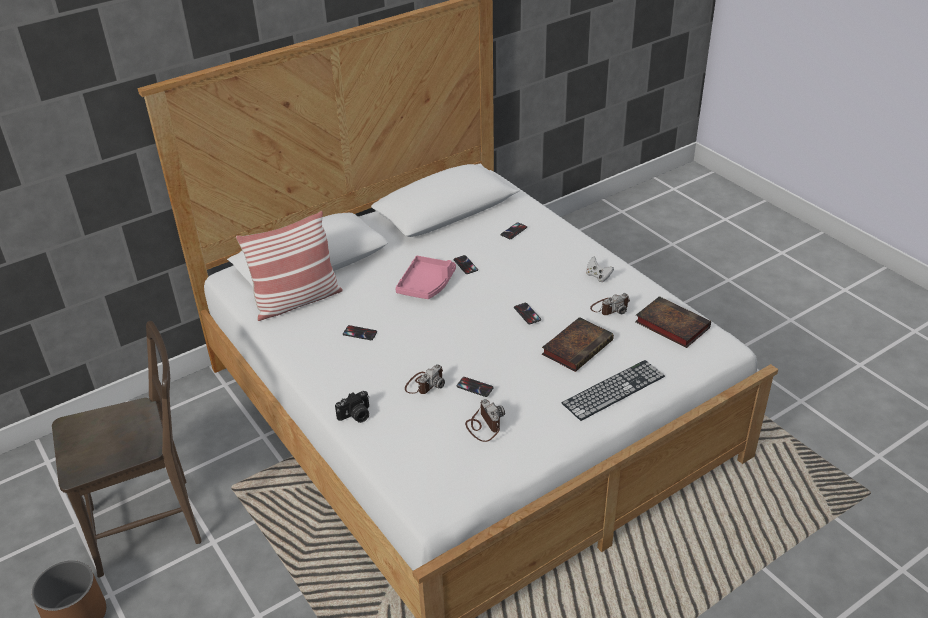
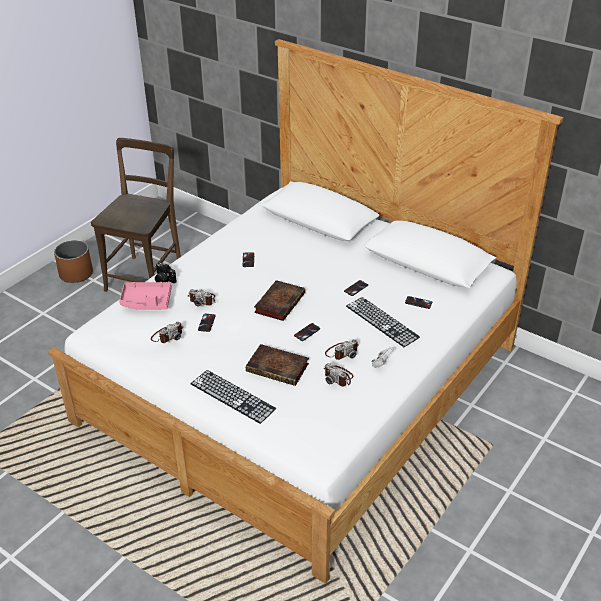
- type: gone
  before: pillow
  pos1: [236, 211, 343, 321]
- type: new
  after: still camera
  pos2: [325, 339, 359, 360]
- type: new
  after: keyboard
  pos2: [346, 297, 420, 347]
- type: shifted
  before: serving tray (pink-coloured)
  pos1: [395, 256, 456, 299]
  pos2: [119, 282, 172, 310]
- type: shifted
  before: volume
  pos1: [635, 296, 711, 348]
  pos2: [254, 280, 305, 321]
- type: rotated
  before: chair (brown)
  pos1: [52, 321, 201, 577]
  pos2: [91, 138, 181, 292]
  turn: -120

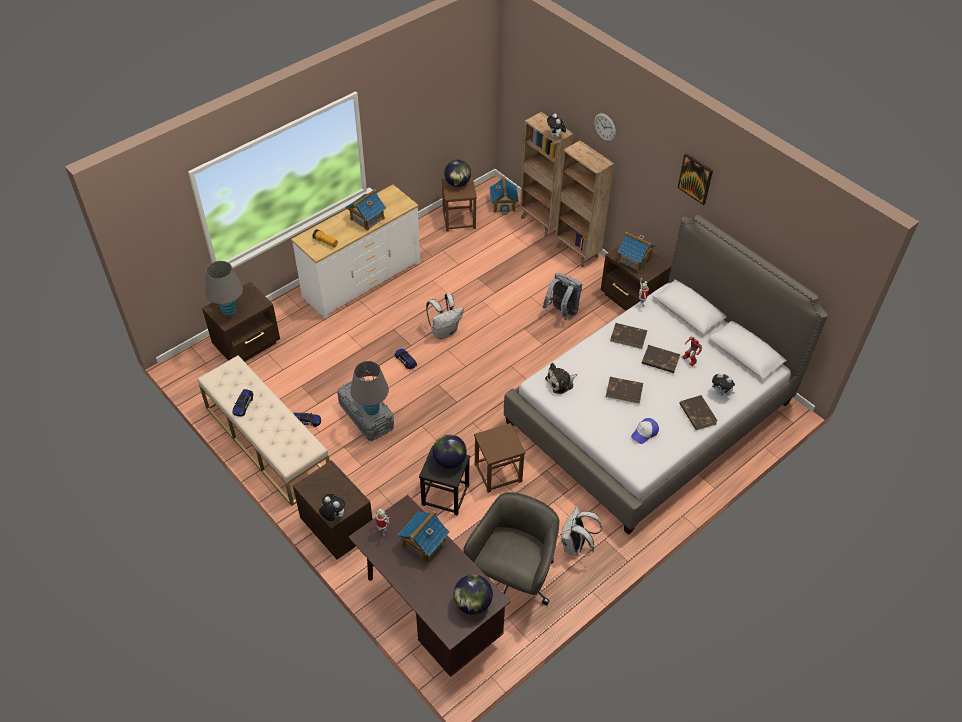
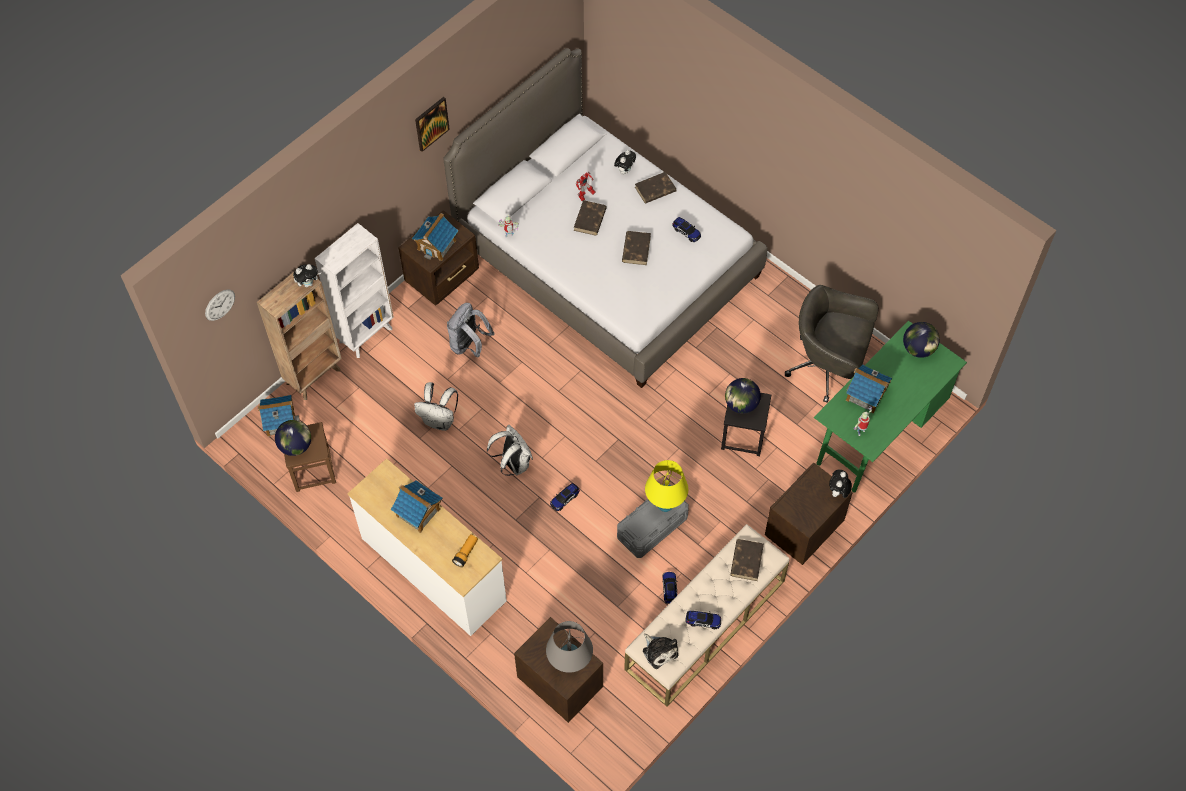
- type: gone
  before: sitting stool (brown)
  pos1: [474, 423, 525, 493]
- type: shifted
  before: cuddly toy
  pos1: [545, 363, 577, 394]
  pos2: [643, 634, 678, 669]
- type: shifted
  before: backpack (white-coloured)
  pos1: [561, 507, 602, 556]
  pos2: [414, 382, 458, 431]
- type: shifted
  before: wall clock
  pos1: [594, 113, 616, 142]
  pos2: [205, 289, 235, 321]
- type: shifted
  before: volume (brown)
  pos1: [610, 323, 647, 349]
  pos2: [730, 539, 764, 581]
- type: swapped
  before: baseball cap
  after: toy car
  pos1: [631, 418, 659, 444]
  pos2: [672, 217, 701, 242]
- type: repainted
  before: desk (brown)
  after: desk (greenish)
  pos1: [348, 495, 511, 677]
  pos2: [814, 321, 967, 493]
- type: repainted
  before: lamp for a table (gray)
  after: lamp for a table (yellow)
  pos1: [350, 361, 389, 415]
  pos2: [645, 460, 688, 512]
- type: repainted
  before: bookshelf (brown)
  after: bookshelf (white-coloured)
  pos1: [555, 141, 614, 267]
  pos2: [315, 223, 394, 358]

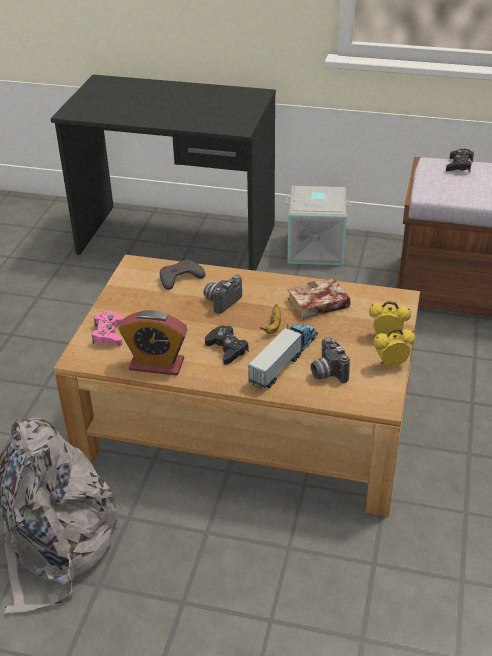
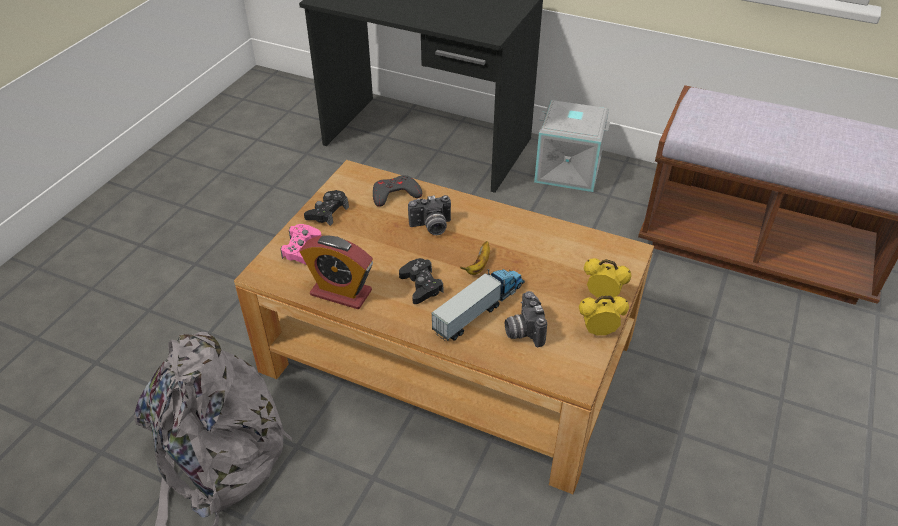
- type: gone
  before: volume
  pos1: [288, 278, 351, 319]
- type: shifted
  before: joypad (black-coloured)
  pos1: [446, 149, 474, 173]
  pos2: [304, 190, 349, 226]
- type: rotated
  before: still camera
  pos1: [204, 275, 242, 314]
  pos2: [408, 195, 451, 235]
  turn: -150

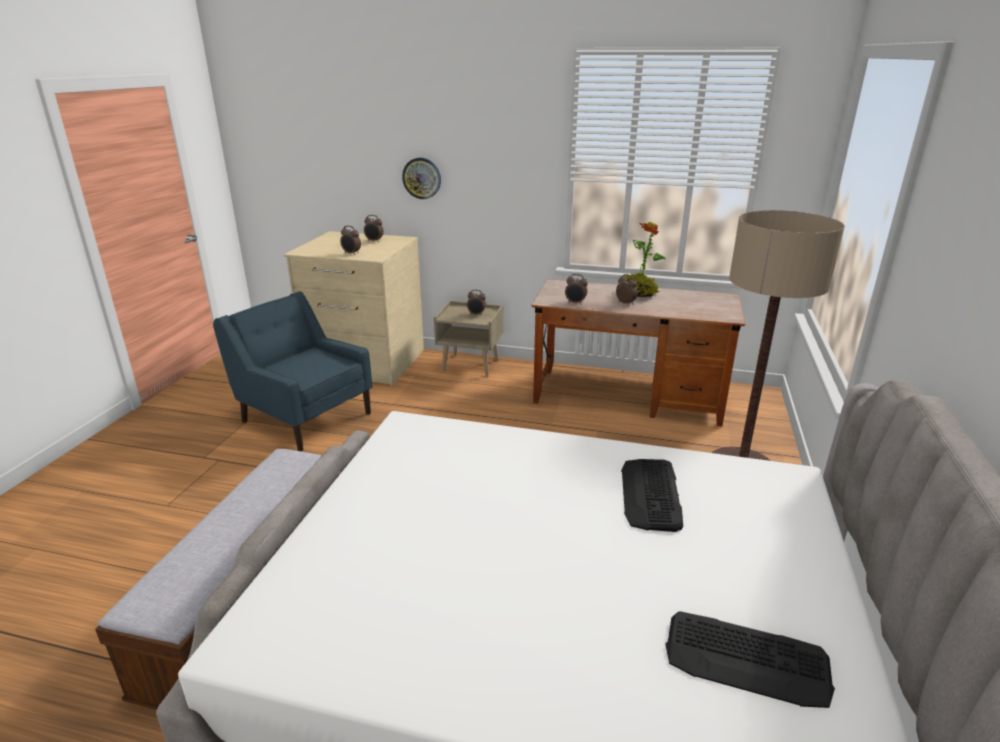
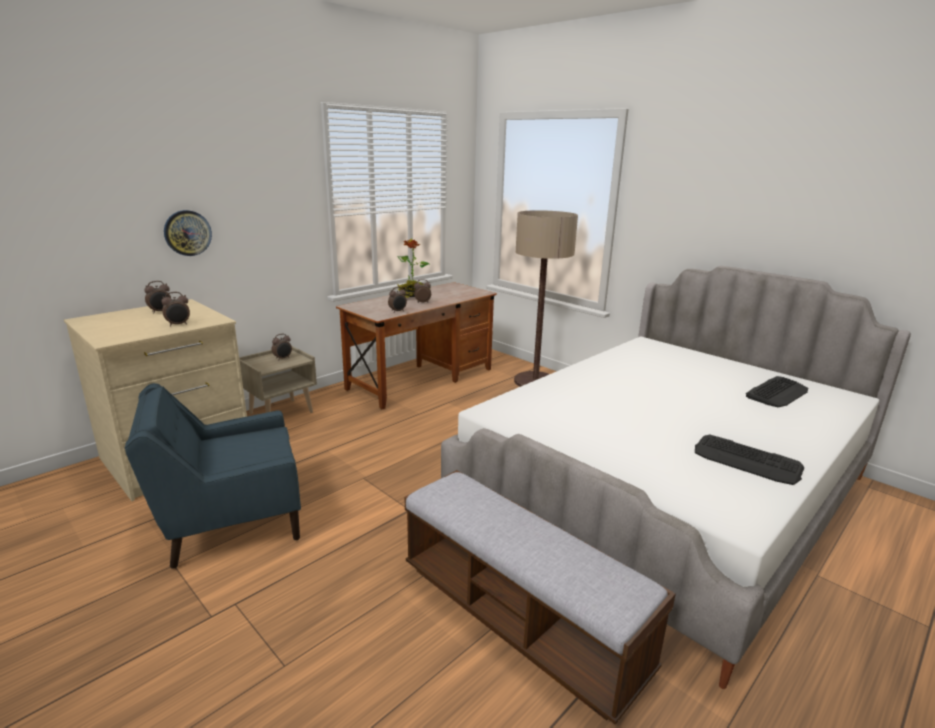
- type: shifted
  before: keyboard
  pos1: [621, 459, 683, 532]
  pos2: [695, 435, 805, 485]

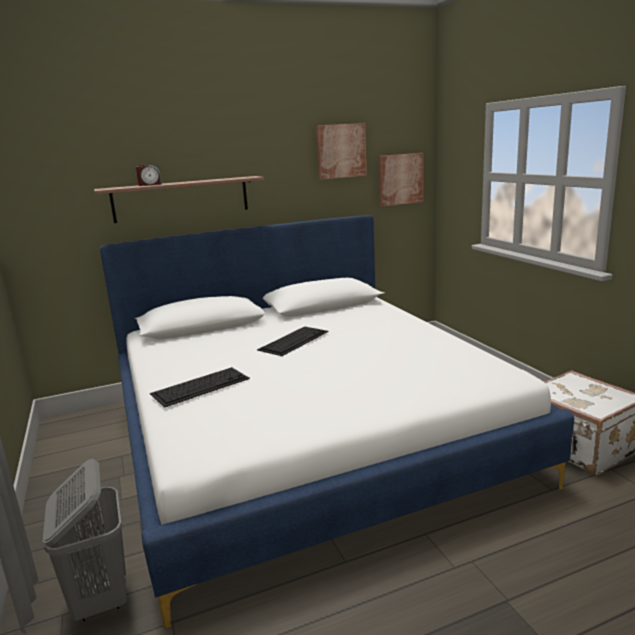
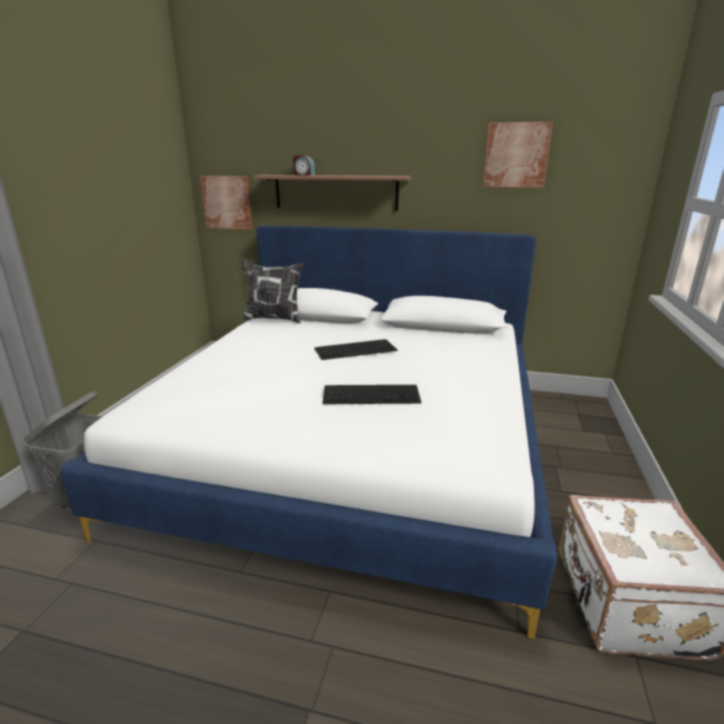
- type: new
  after: pillow
  pos2: [242, 258, 303, 323]
- type: shifted
  before: keyboard
  pos1: [150, 367, 250, 407]
  pos2: [322, 385, 421, 404]
- type: shifted
  before: wall art
  pos1: [378, 153, 424, 207]
  pos2: [200, 176, 253, 230]

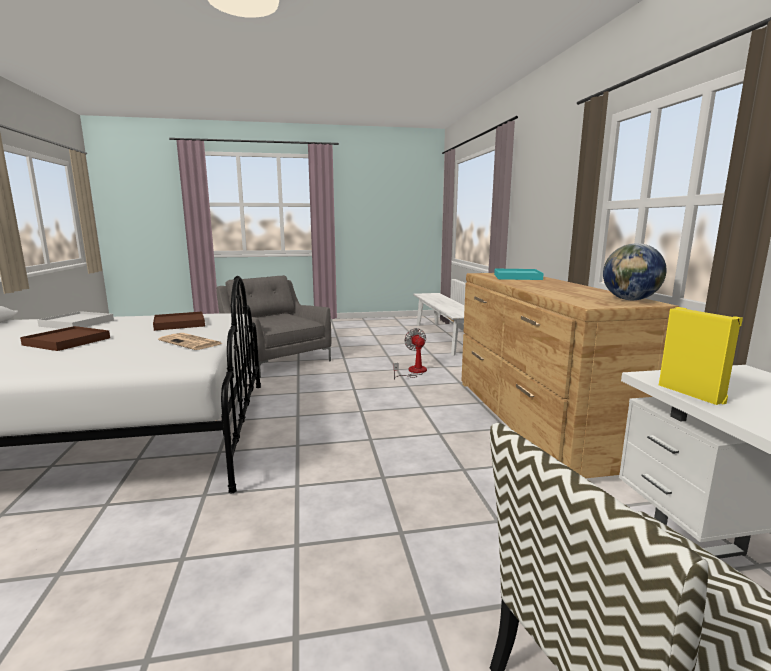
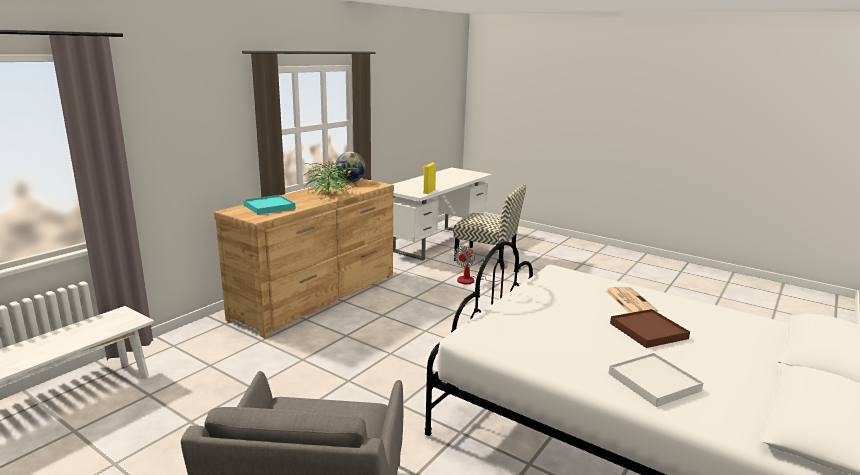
- type: gone
  before: serving tray (brown)
  pos1: [153, 312, 205, 331]
- type: new
  after: plant in a pot
  pos2: [302, 160, 360, 197]
- type: shifted
  before: newspaper
  pos1: [158, 333, 222, 350]
  pos2: [606, 287, 659, 313]
- type: shifted
  before: cooling fan
  pos1: [393, 328, 427, 380]
  pos2: [454, 246, 507, 284]

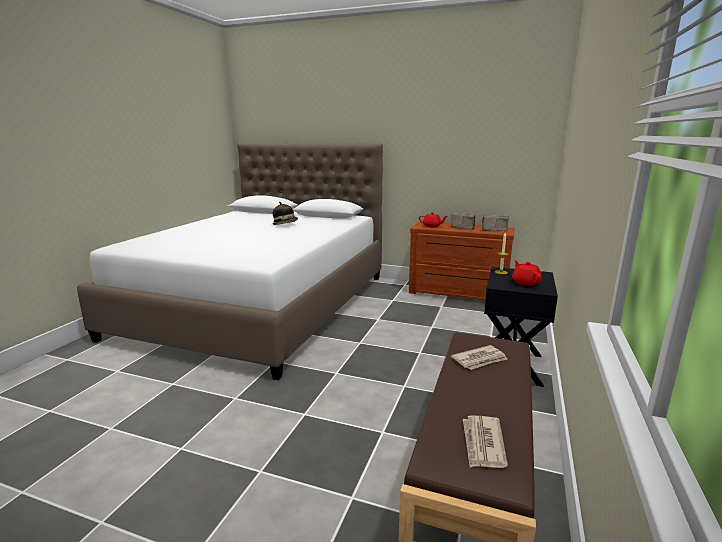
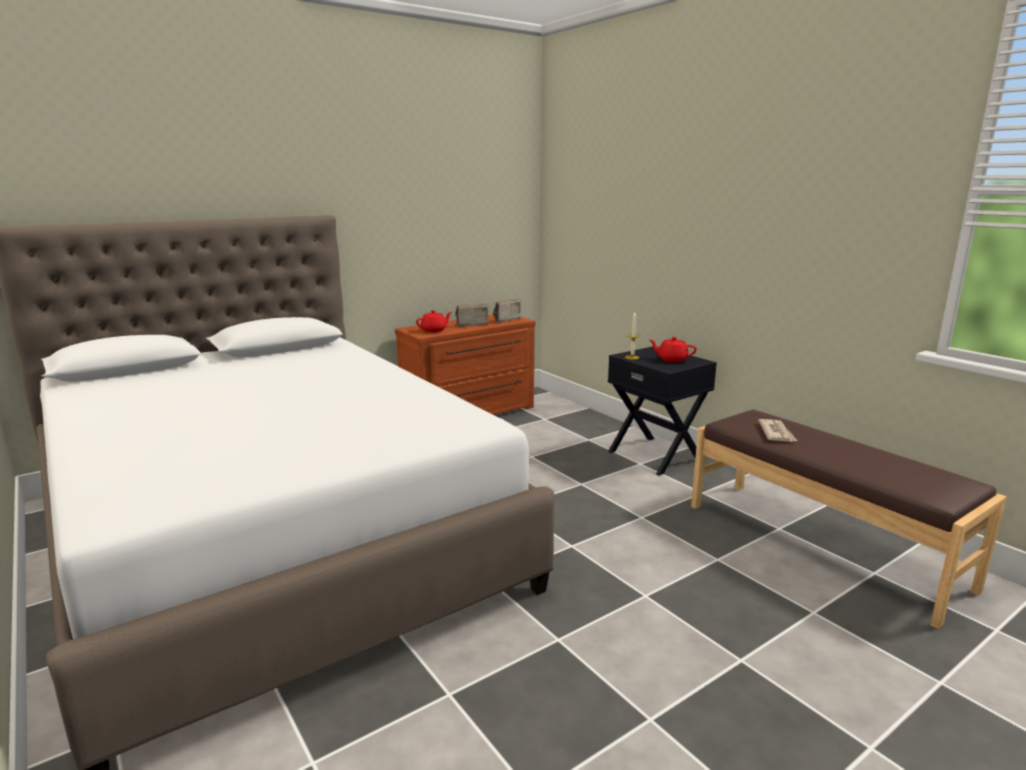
- type: gone
  before: clothing hat
  pos1: [273, 202, 298, 225]
- type: gone
  before: newspaper
  pos1: [463, 415, 508, 468]

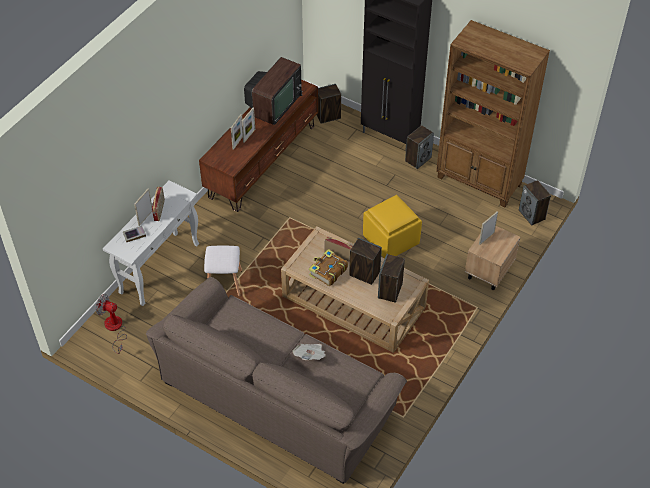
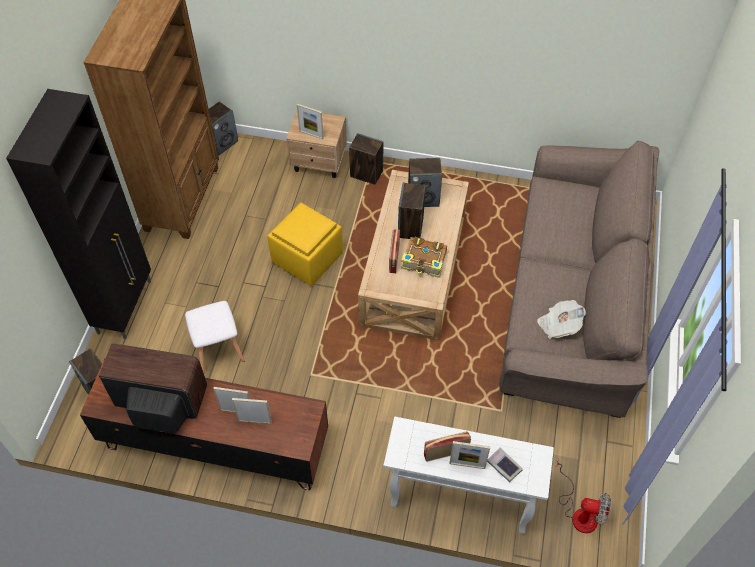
- type: shifted
  before: sitting stool (white-coloured)
  pos1: [204, 245, 242, 296]
  pos2: [185, 301, 245, 374]
- type: shifted
  before: newspaper
  pos1: [292, 344, 326, 360]
  pos2: [537, 300, 586, 339]
- type: shifted
  before: audio speaker
  pos1: [405, 125, 434, 169]
  pos2: [349, 133, 383, 185]
- type: rotated
  before: cooling fan
  pos1: [96, 294, 127, 354]
  pos2: [556, 459, 611, 533]
  turn: -75

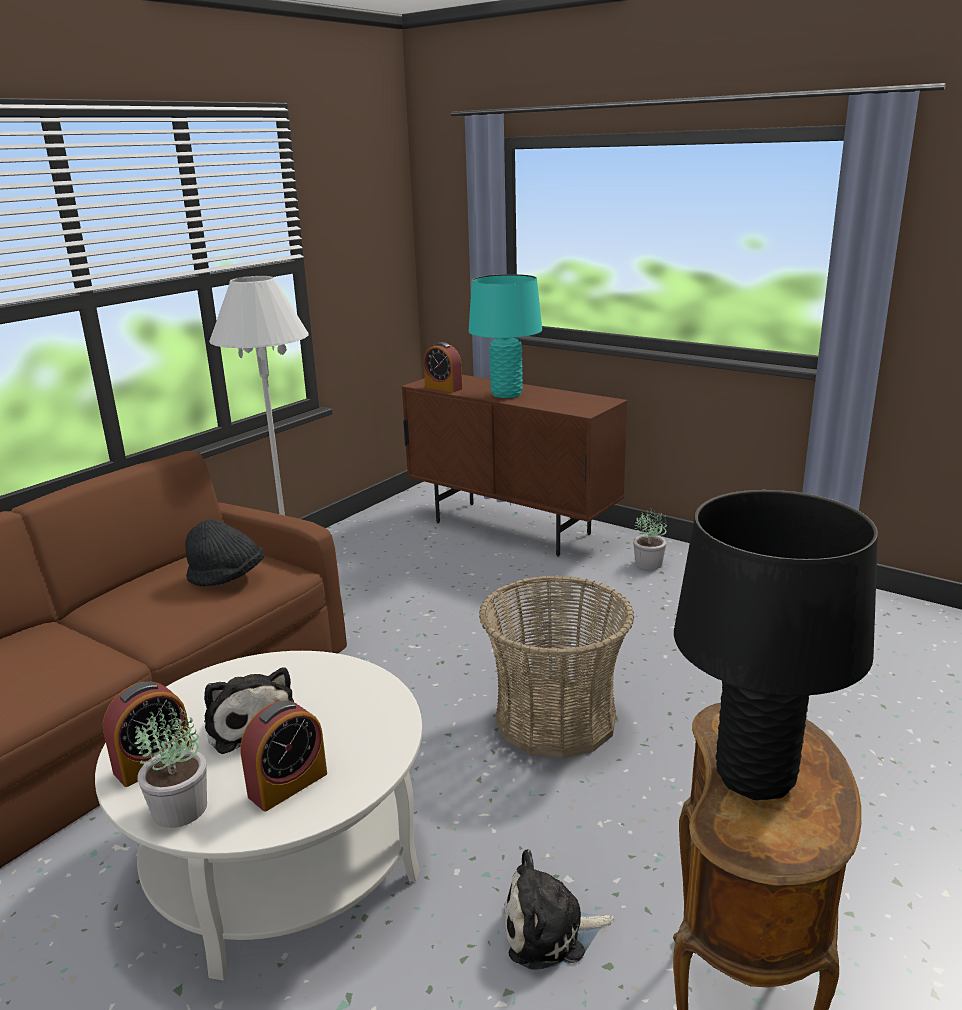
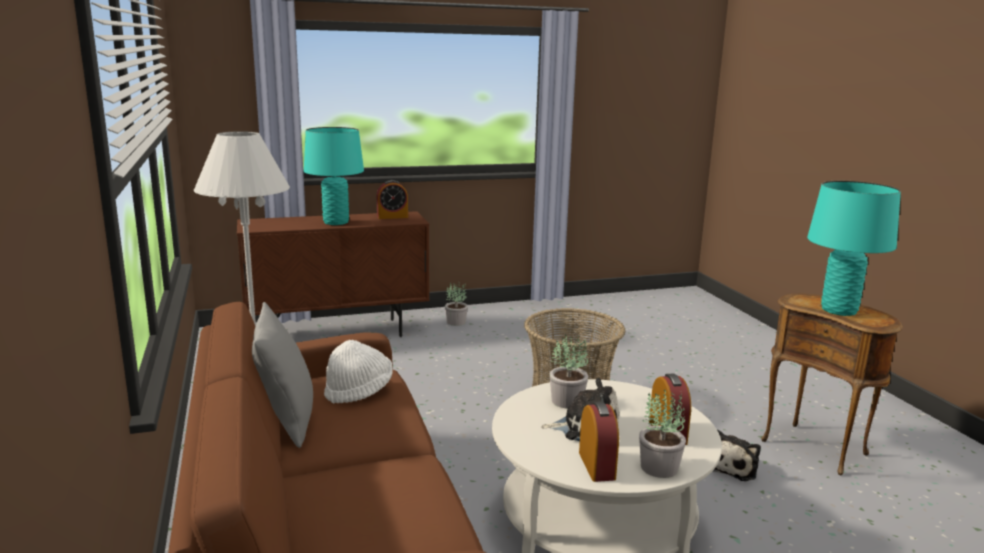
- type: new
  after: pillow (gray)
  pos2: [252, 302, 313, 448]
- type: new
  after: plant in a pot
  pos2: [549, 335, 588, 409]
- type: shifted
  before: bedside clock
  pos1: [424, 342, 462, 393]
  pos2: [377, 180, 408, 219]
- type: repainted
  before: clothing hat (black-coloured)
  after: clothing hat (white-coloured)
  pos1: [185, 519, 264, 586]
  pos2: [324, 340, 393, 403]
- type: repainted
  before: lamp for a table (black-coloured)
  after: lamp for a table (blue-green)
  pos1: [674, 490, 878, 800]
  pos2: [807, 181, 901, 316]

